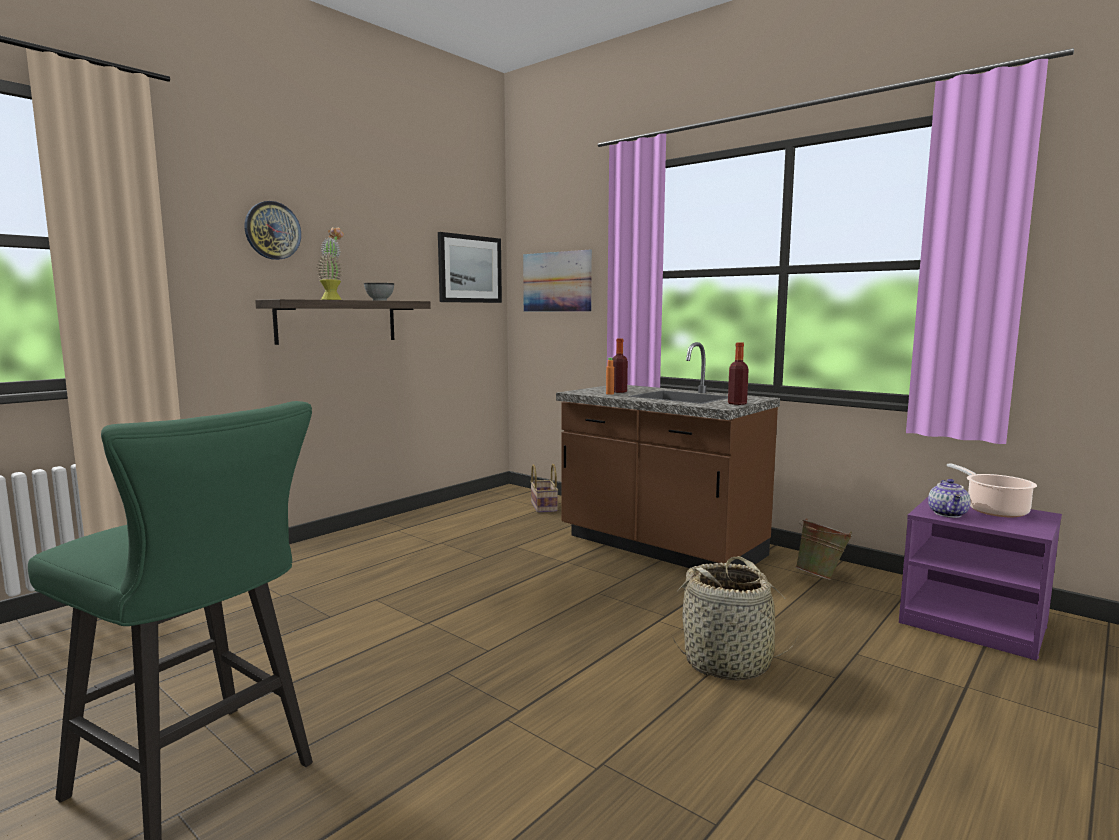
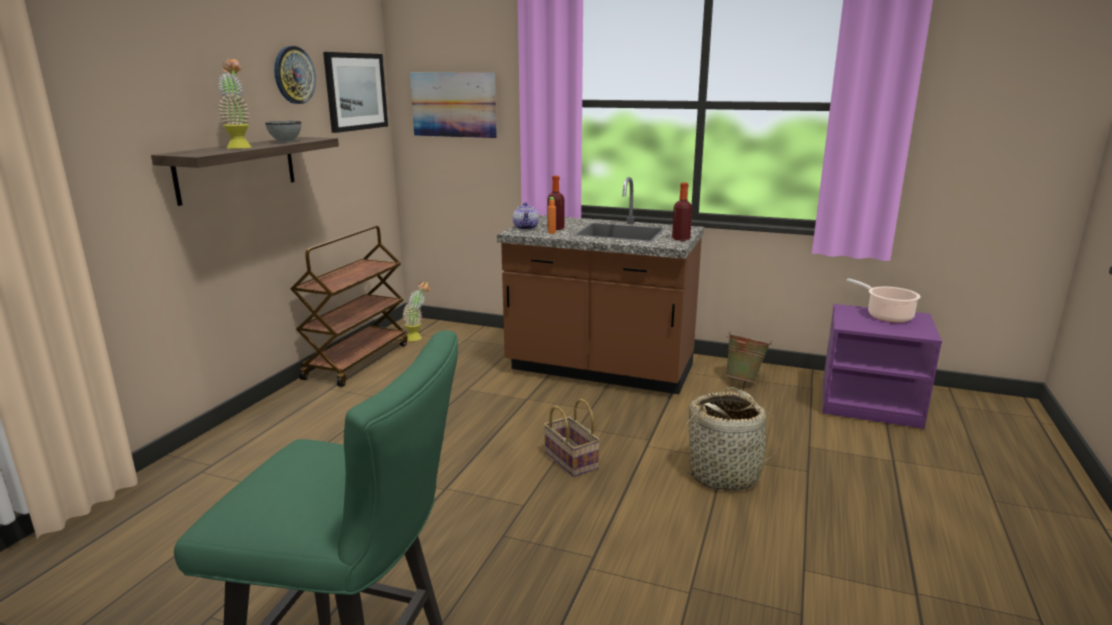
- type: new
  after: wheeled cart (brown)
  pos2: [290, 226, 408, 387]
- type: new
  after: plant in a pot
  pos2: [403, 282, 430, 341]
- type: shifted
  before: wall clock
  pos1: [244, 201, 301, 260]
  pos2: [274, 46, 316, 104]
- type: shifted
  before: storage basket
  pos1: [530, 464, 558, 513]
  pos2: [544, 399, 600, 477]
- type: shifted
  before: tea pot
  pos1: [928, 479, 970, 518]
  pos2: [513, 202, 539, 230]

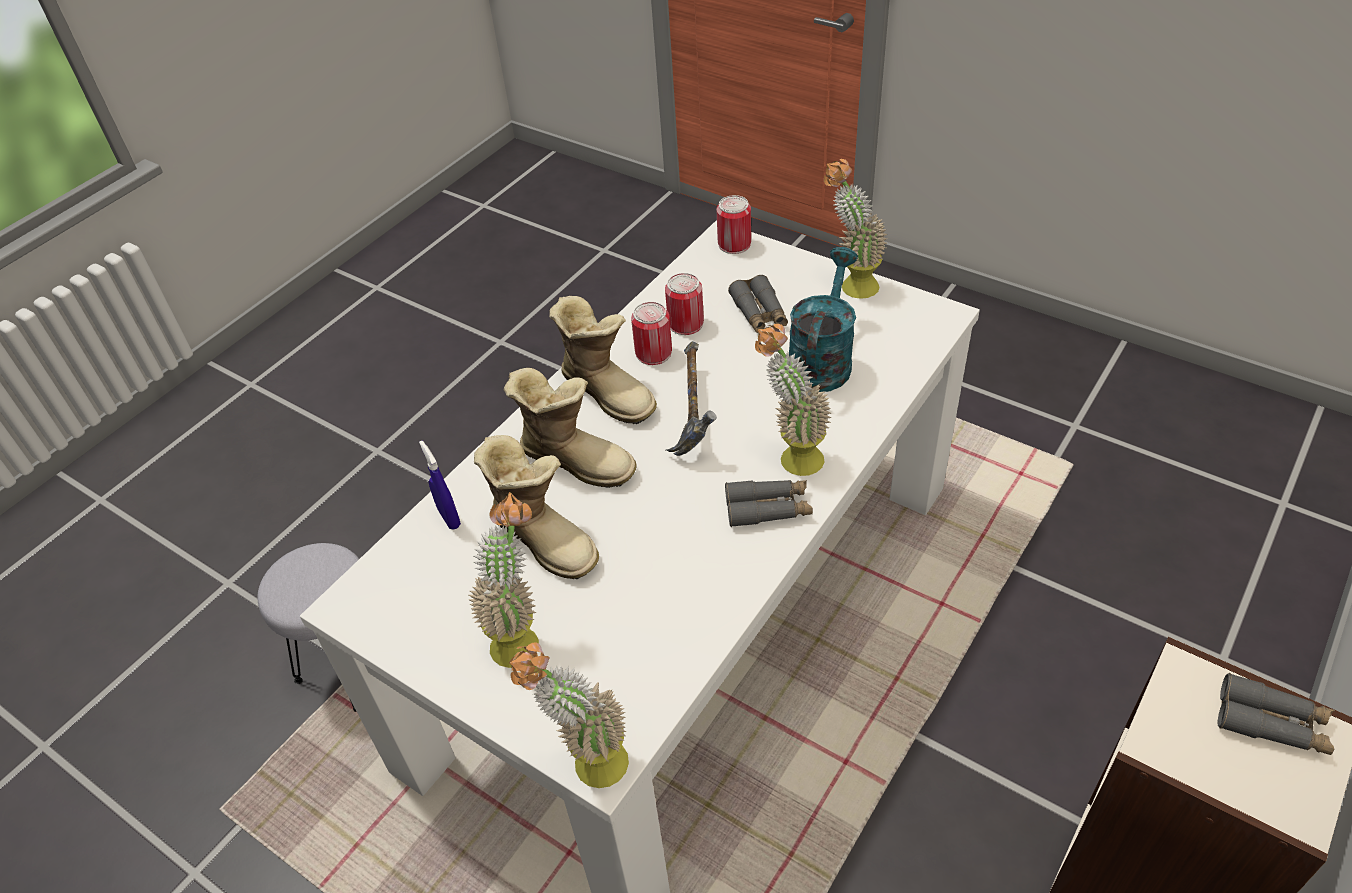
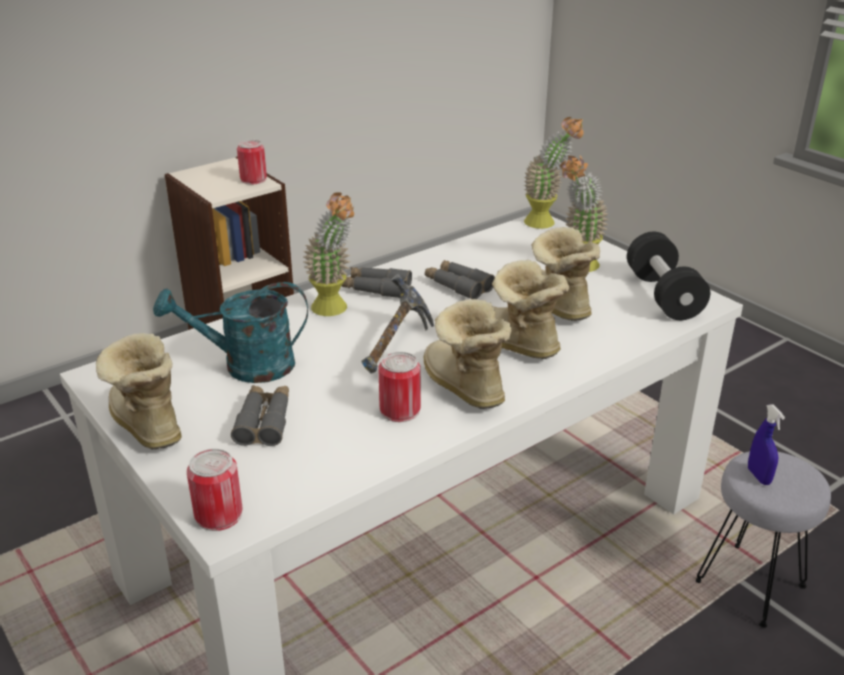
- type: new
  after: free weight (black-coloured)
  pos2: [627, 231, 710, 320]
- type: shifted
  before: spray bottle (blue)
  pos1: [419, 440, 461, 530]
  pos2: [748, 404, 785, 485]
- type: shifted
  before: metal can
  pos1: [665, 273, 704, 335]
  pos2: [237, 140, 267, 185]
- type: shifted
  before: field glasses (gray)
  pos1: [1218, 673, 1335, 755]
  pos2: [425, 260, 495, 299]
- type: swapped
  before: plant in a pot
  after: high-top boot
  pos1: [824, 159, 888, 299]
  pos2: [96, 333, 181, 450]
- type: rotated
  before: watering can (blue-green)
  pos1: [789, 247, 858, 392]
  pos2: [153, 282, 308, 383]
  turn: 45

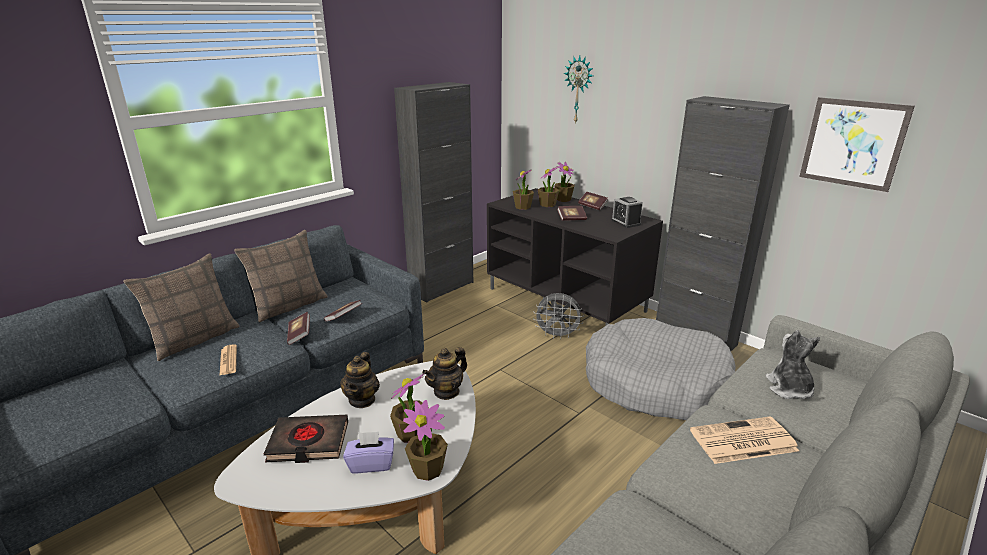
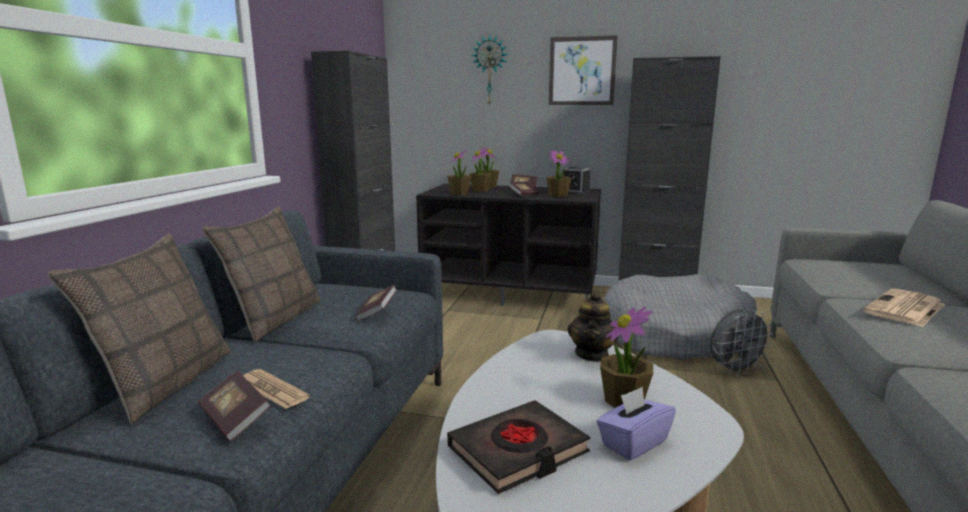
- type: gone
  before: tea pot
  pos1: [340, 352, 380, 408]
- type: gone
  before: cuddly toy
  pos1: [765, 330, 820, 399]
- type: shifted
  before: volume
  pos1: [287, 312, 310, 345]
  pos2: [198, 370, 271, 442]
- type: shifted
  before: plant in a pot
  pos1: [403, 400, 448, 481]
  pos2: [546, 150, 572, 197]
- type: shifted
  before: cooling fan (gray)
  pos1: [533, 293, 584, 339]
  pos2: [710, 309, 773, 376]
- type: shifted
  before: wall art
  pos1: [799, 97, 915, 192]
  pos2: [549, 35, 618, 105]

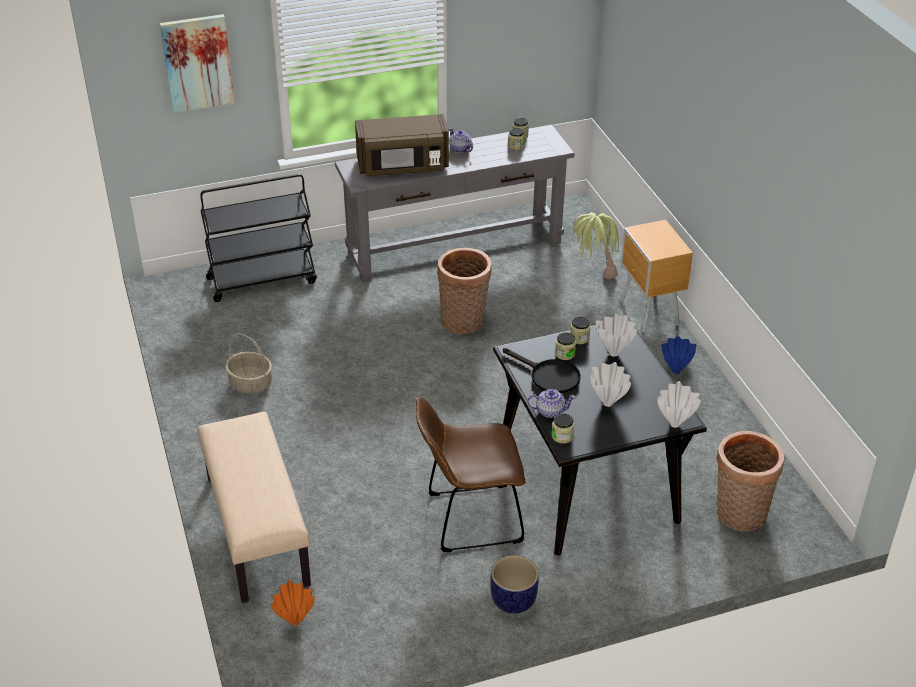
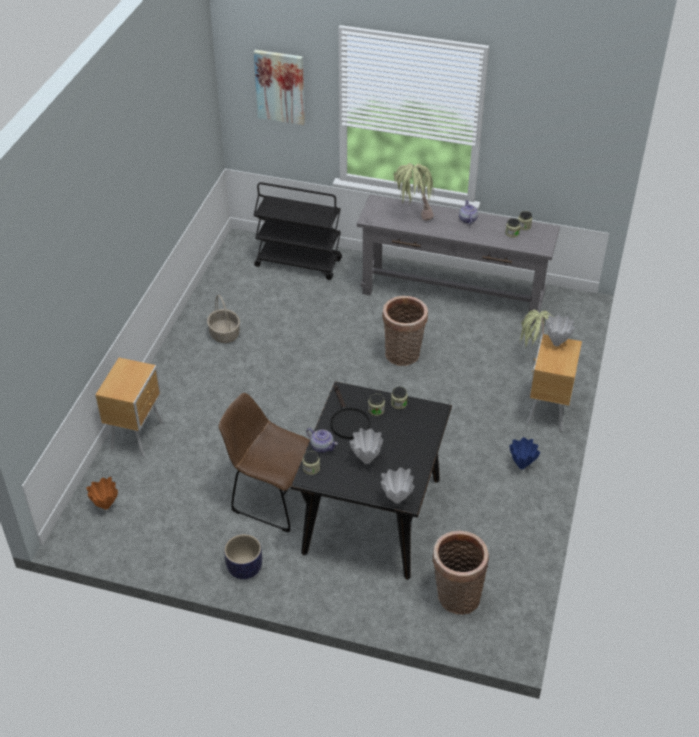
- type: shifted
  before: decorative vase (white-coloured)
  pos1: [595, 314, 637, 357]
  pos2: [546, 315, 575, 346]
- type: swapped
  before: indoor bench (beige)
  after: bedside table (brown)
  pos1: [197, 412, 311, 603]
  pos2: [95, 358, 163, 457]
- type: swapped
  before: microwave oven (brown)
  after: plant in a pot
  pos1: [355, 114, 449, 176]
  pos2: [394, 163, 434, 221]

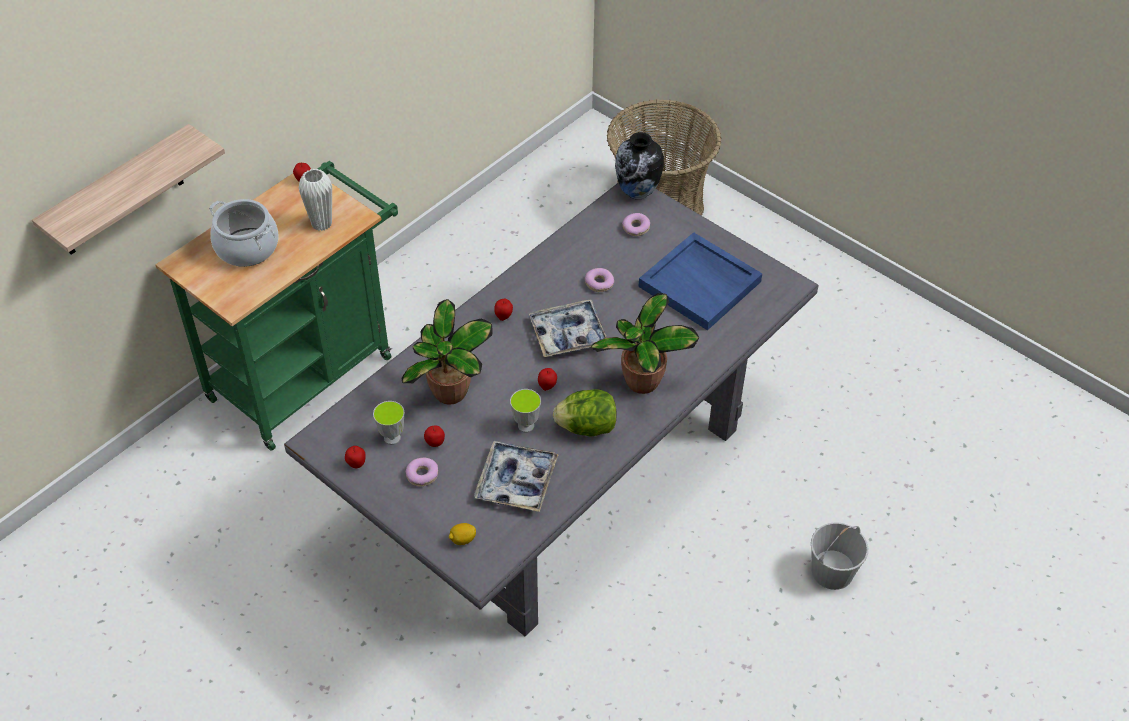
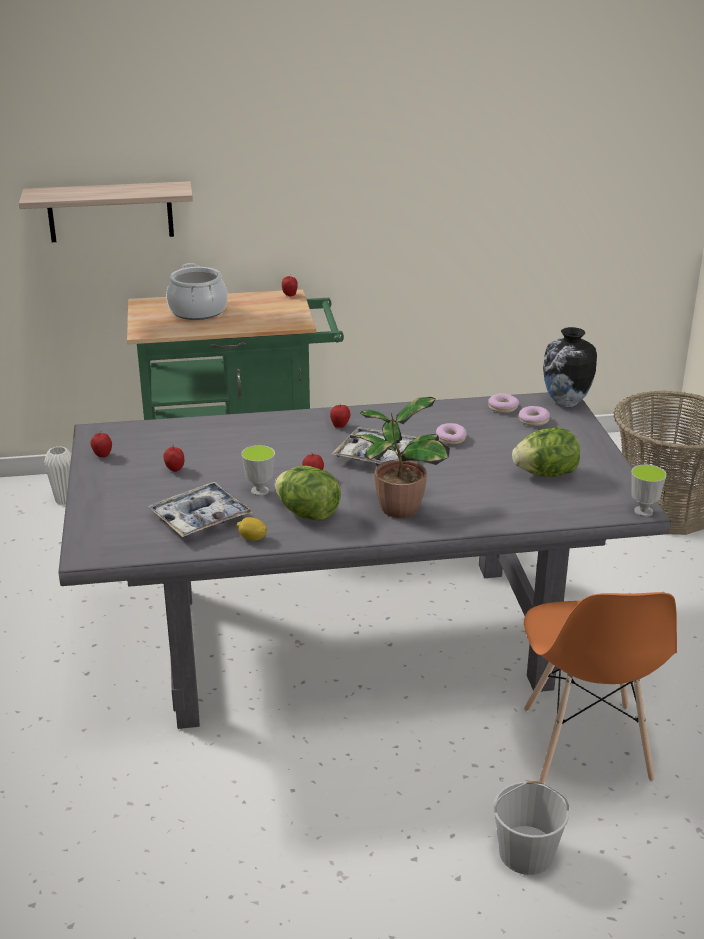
- type: gone
  before: plant in a pot
  pos1: [402, 299, 493, 405]
- type: new
  after: chair (orange)
  pos2: [524, 592, 677, 783]
- type: shifted
  before: decorative vase (white-coloured)
  pos1: [299, 169, 332, 231]
  pos2: [44, 446, 71, 505]
- type: shifted
  before: cup
  pos1: [373, 401, 405, 445]
  pos2: [631, 464, 667, 517]
- type: shifted
  before: doughnut
  pos1: [406, 458, 438, 487]
  pos2: [488, 393, 519, 413]
- type: shifted
  before: citrus fruit
  pos1: [449, 523, 476, 545]
  pos2: [237, 517, 267, 541]
- type: swapped
  before: serving tray (blue)
  after: lettuce head
  pos1: [639, 232, 762, 330]
  pos2: [512, 428, 580, 477]

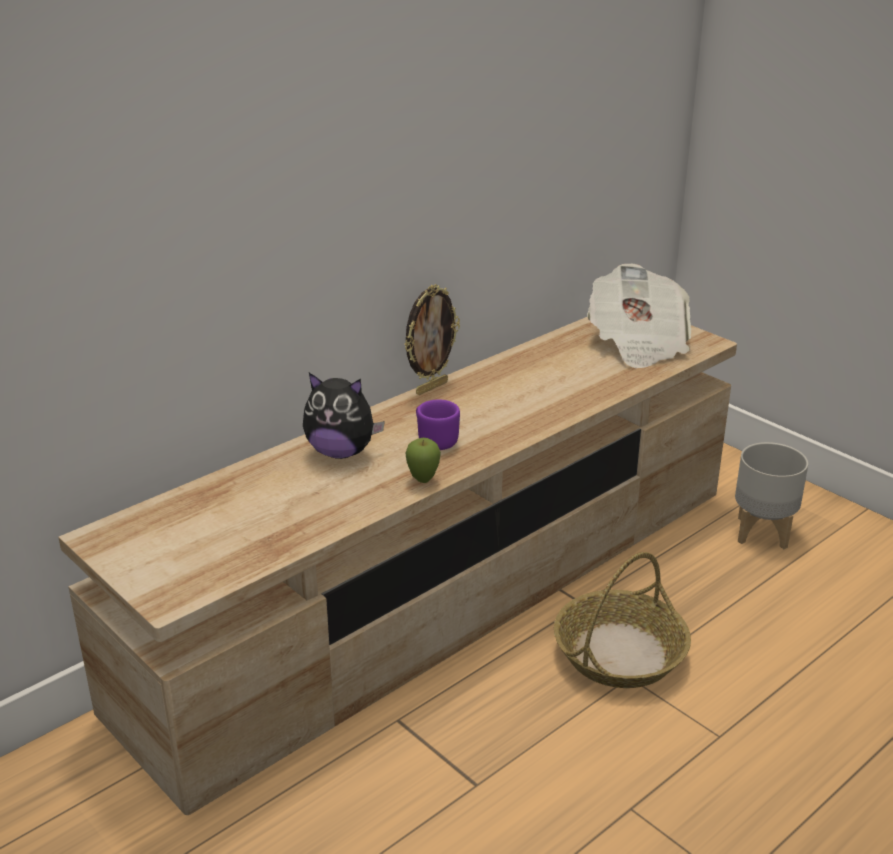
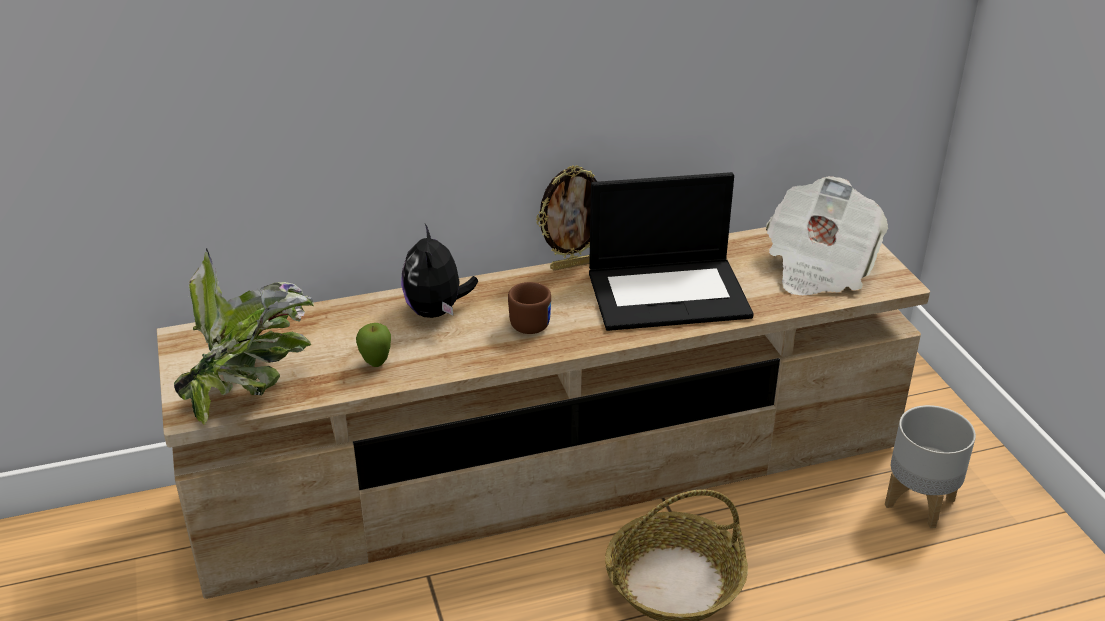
- type: new
  after: plant in a pot
  pos2: [174, 248, 314, 425]
- type: new
  after: notebook computer
  pos2: [589, 172, 754, 331]
- type: shifted
  before: whole apple
  pos1: [405, 438, 441, 483]
  pos2: [356, 323, 391, 367]
- type: repainted
  before: mug (purplish)
  after: mug (brown)
  pos1: [416, 399, 460, 450]
  pos2: [508, 282, 551, 334]
- type: rotated
  before: cuddly toy
  pos1: [303, 373, 385, 459]
  pos2: [401, 224, 478, 318]
  turn: 45

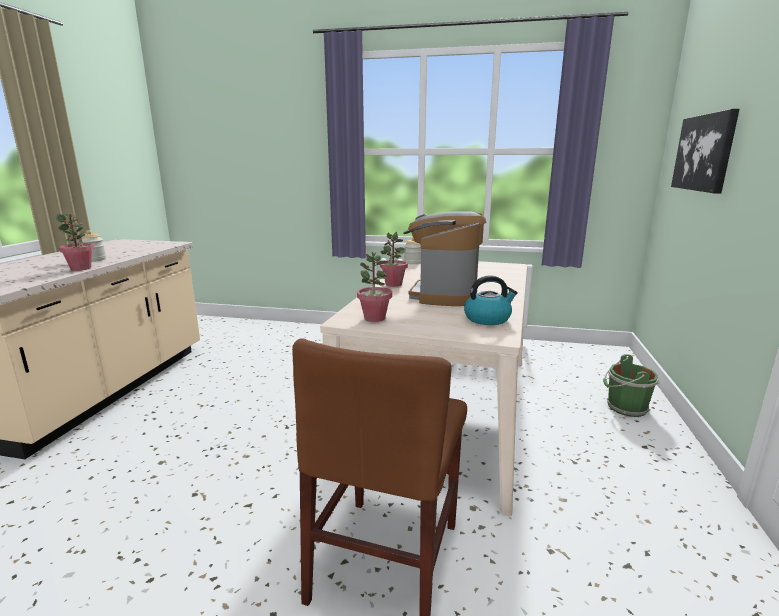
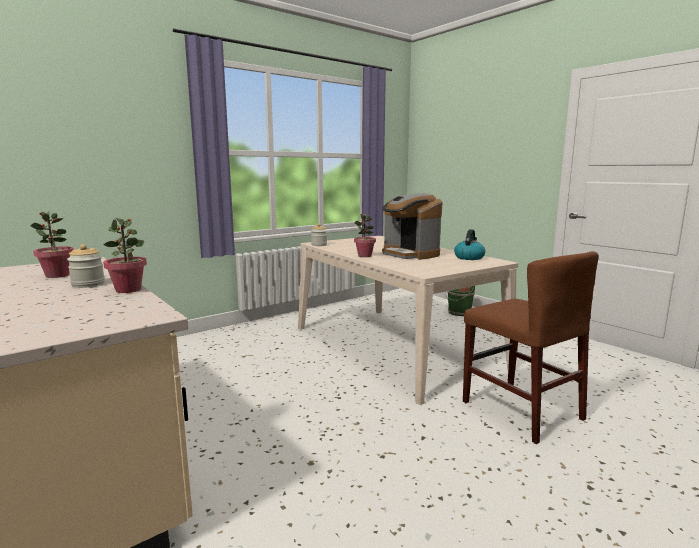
- type: gone
  before: wall art
  pos1: [671, 109, 739, 194]
- type: shifted
  before: plant in a pot
  pos1: [357, 251, 392, 322]
  pos2: [31, 211, 74, 278]

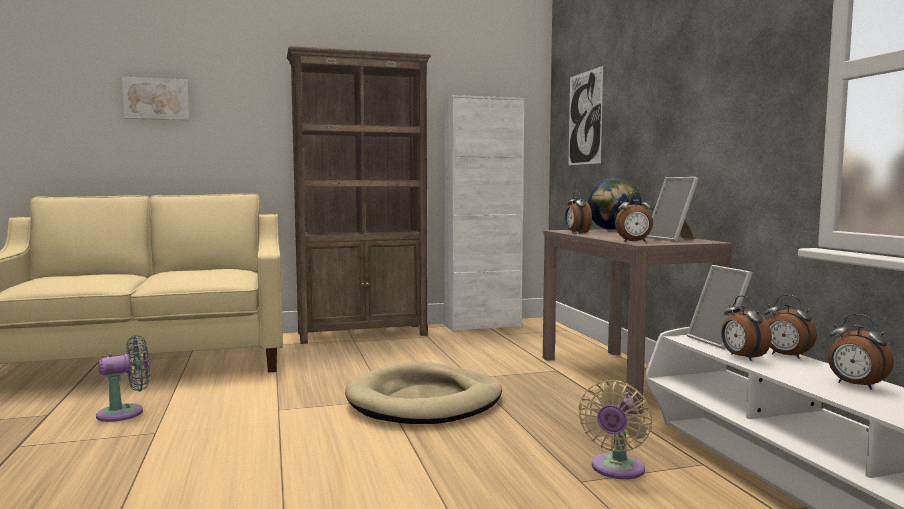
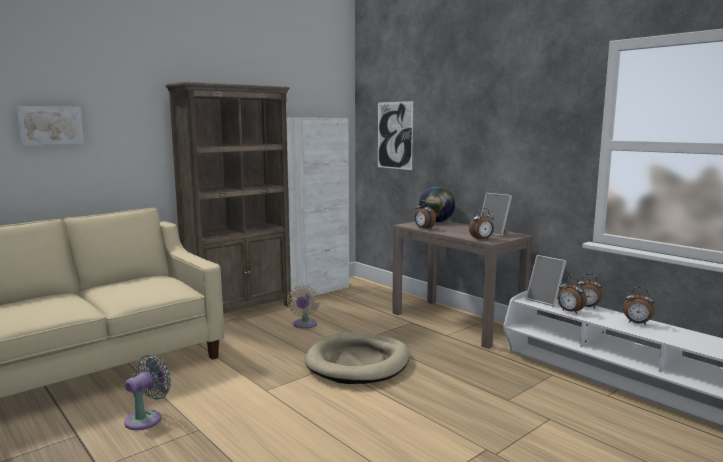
- type: shifted
  before: cooling fan (beige)
  pos1: [578, 380, 652, 479]
  pos2: [287, 285, 320, 329]

